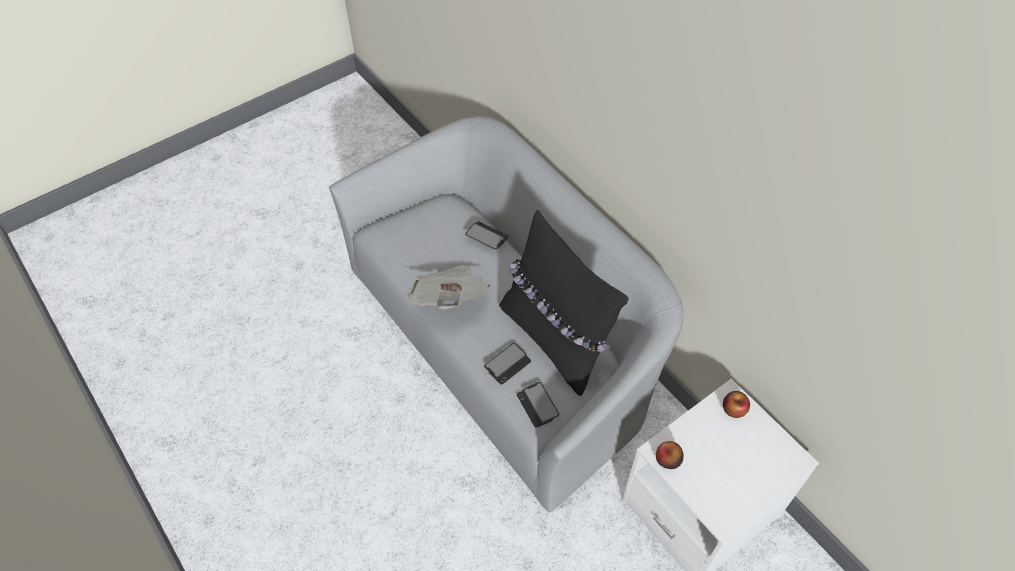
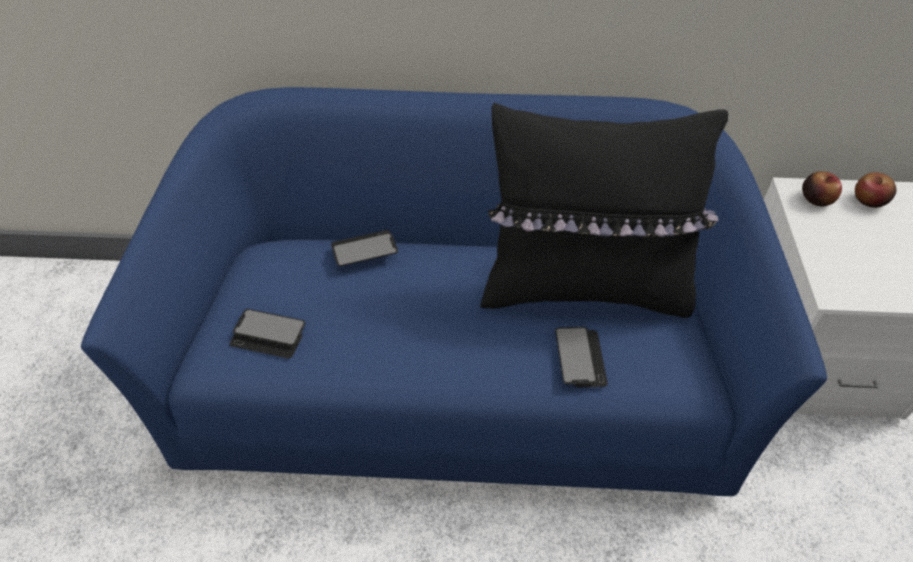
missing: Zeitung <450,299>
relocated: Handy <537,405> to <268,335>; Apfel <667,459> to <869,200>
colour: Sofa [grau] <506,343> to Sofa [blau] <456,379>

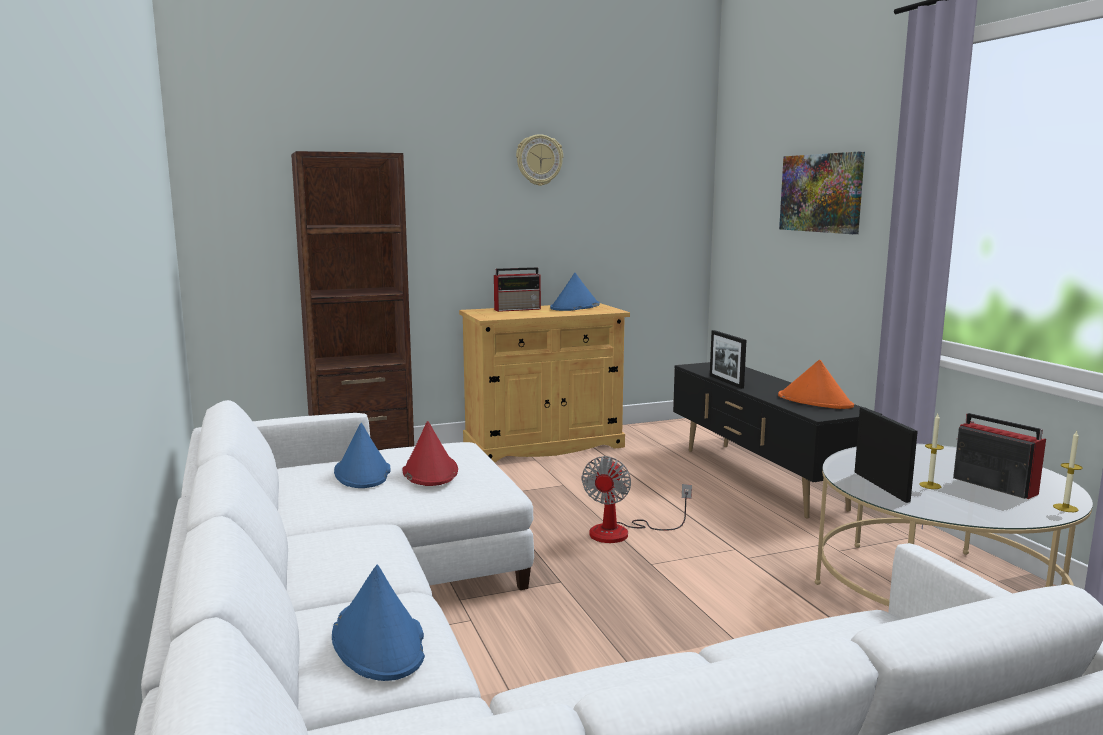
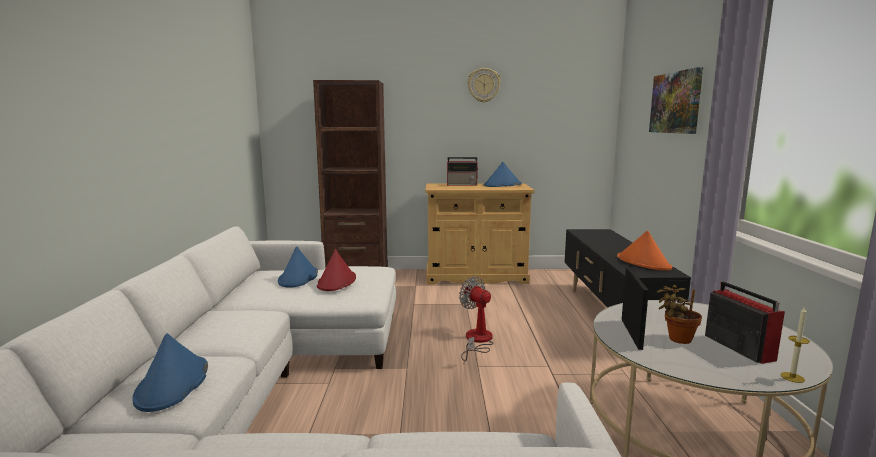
missing: Bilderrahmen <726,382>
exchanged: Kerze <930,485> to Topfpflanze <677,339>
spun: Ventilator <622,532> = <477,341> 105 degrees clockwise

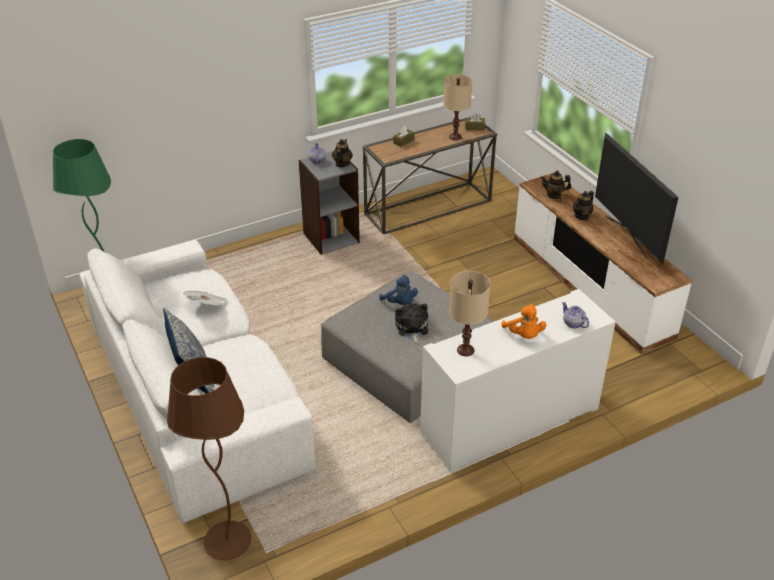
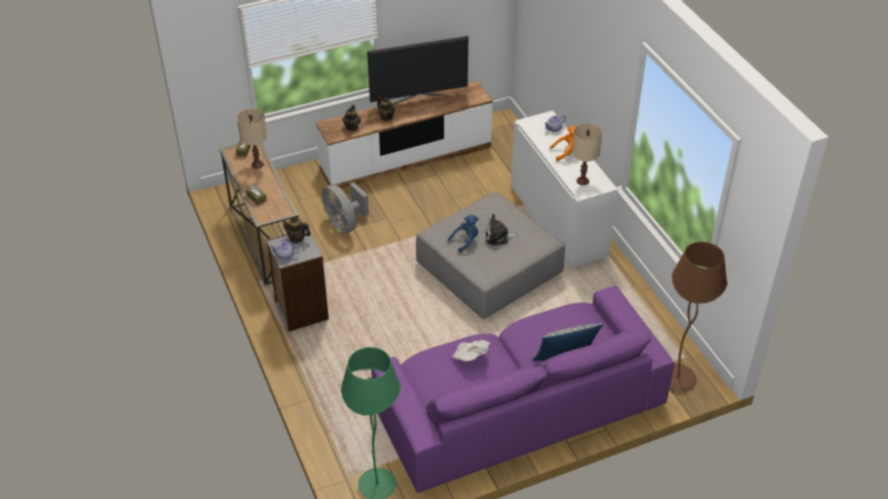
appeared: Ventilator [grau] <345,224>
colour: Sofa [weiß] <198,393> to Sofa [lila] <518,405>

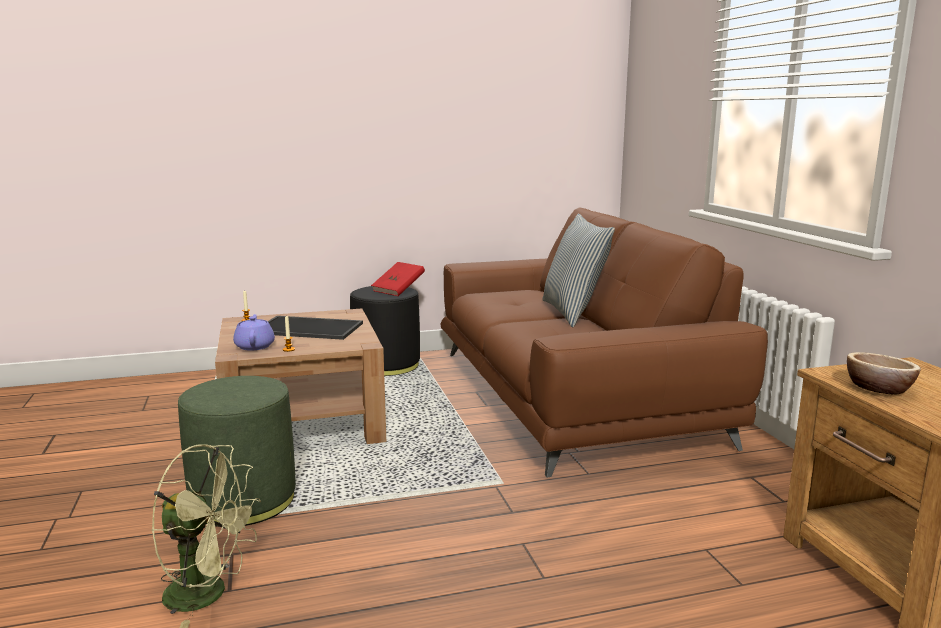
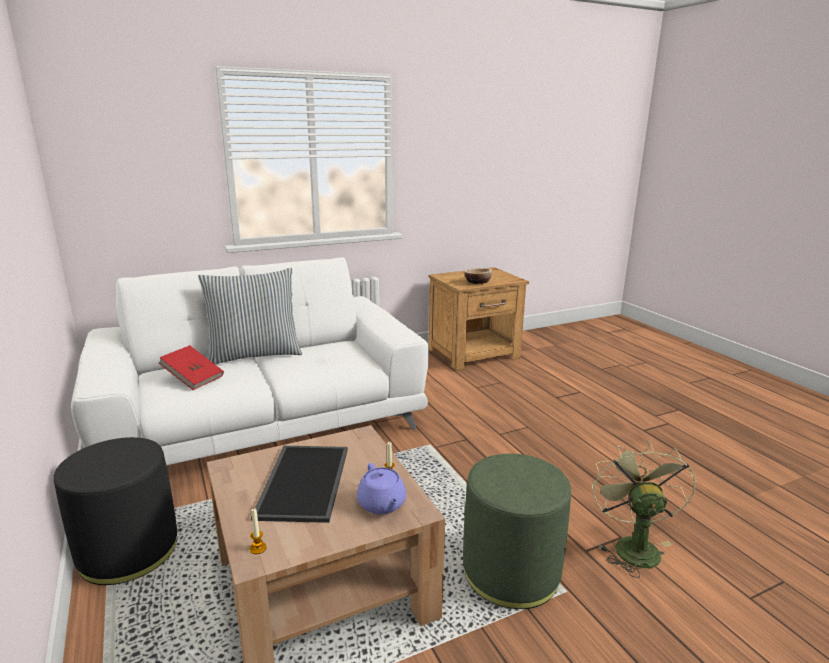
relocated: Buch [rot] <398,290> to <193,379>
colour: Sofa [braun] <572,395> to Sofa [weiß] <263,422>
spun: Teekanne [lila] <255,346> = <382,504> 90 degrees counterclockwise

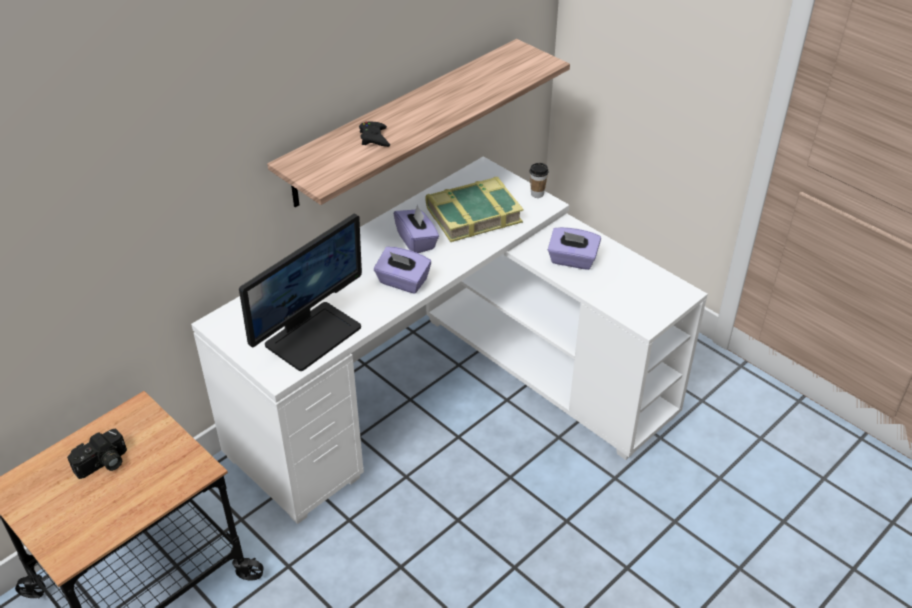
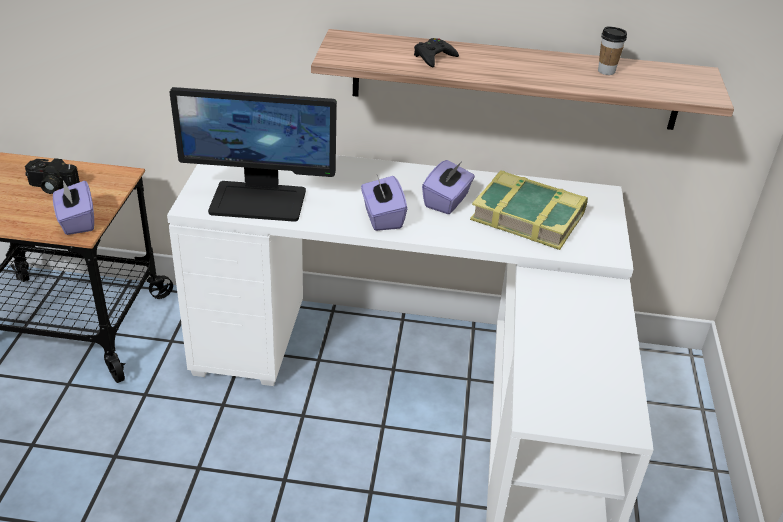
relocated: Taschentuchbox [lila] <572,260> to <76,221>; Tasse <537,194> to <606,71>

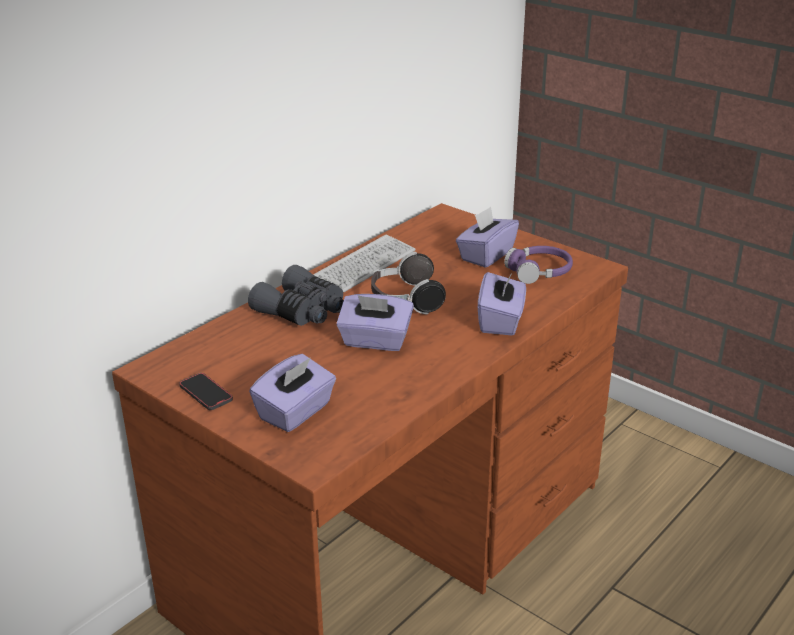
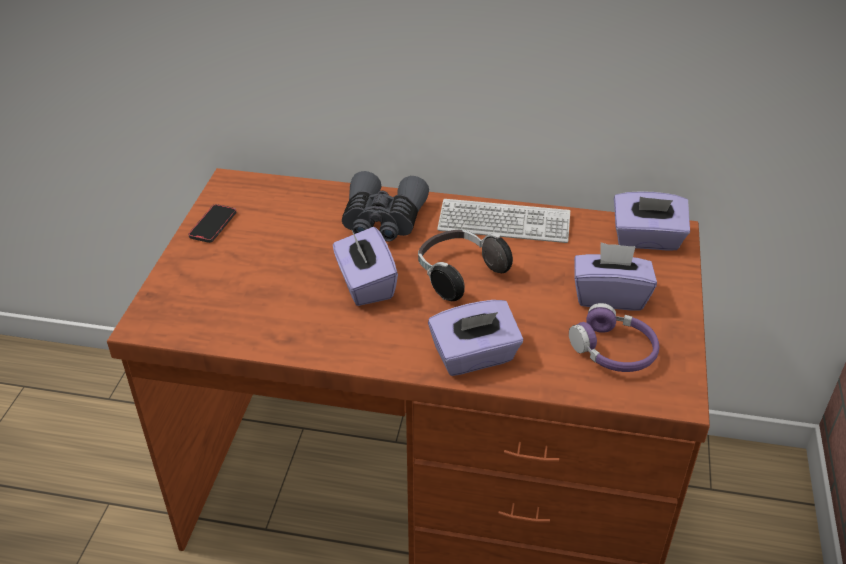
relocated: Taschentuchbox [lila] <296,412> to <646,239>

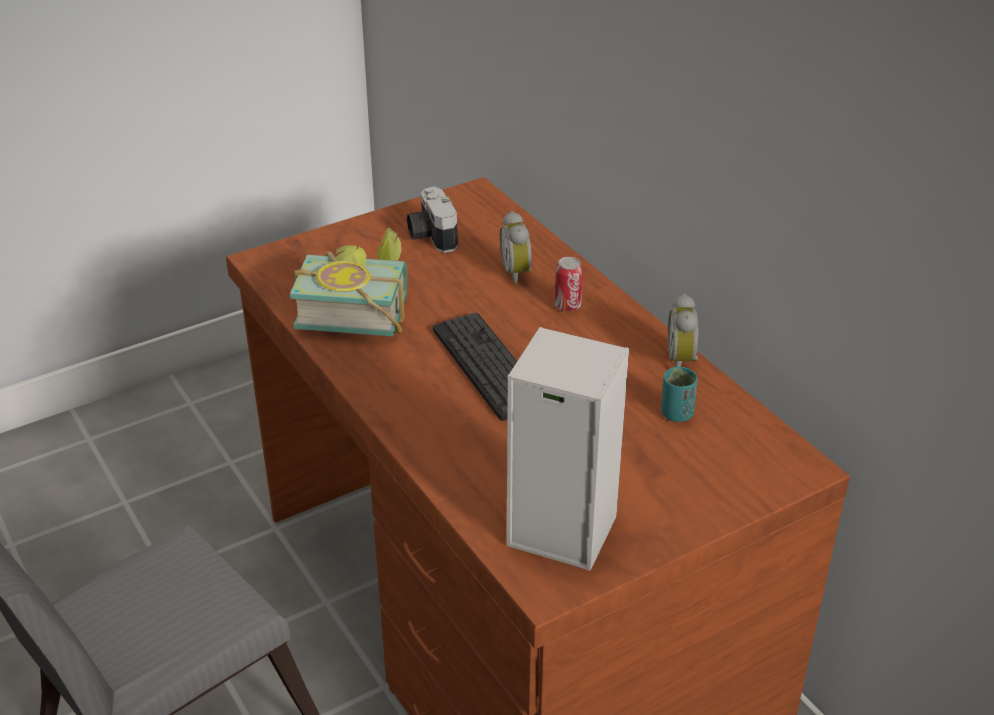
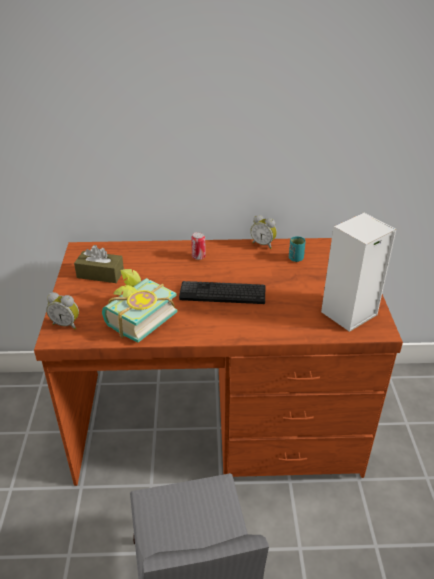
relocated: Wecker <518,273> to <66,324>
exchanged: Kamera <430,236> to Taschentuchbox [braun] <100,274>

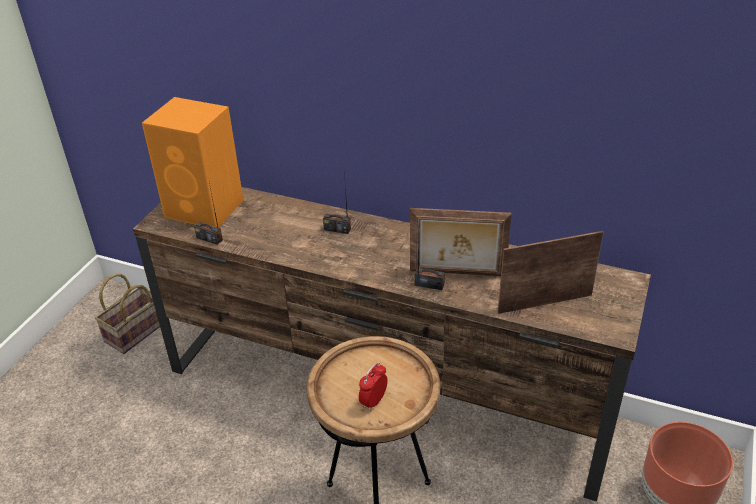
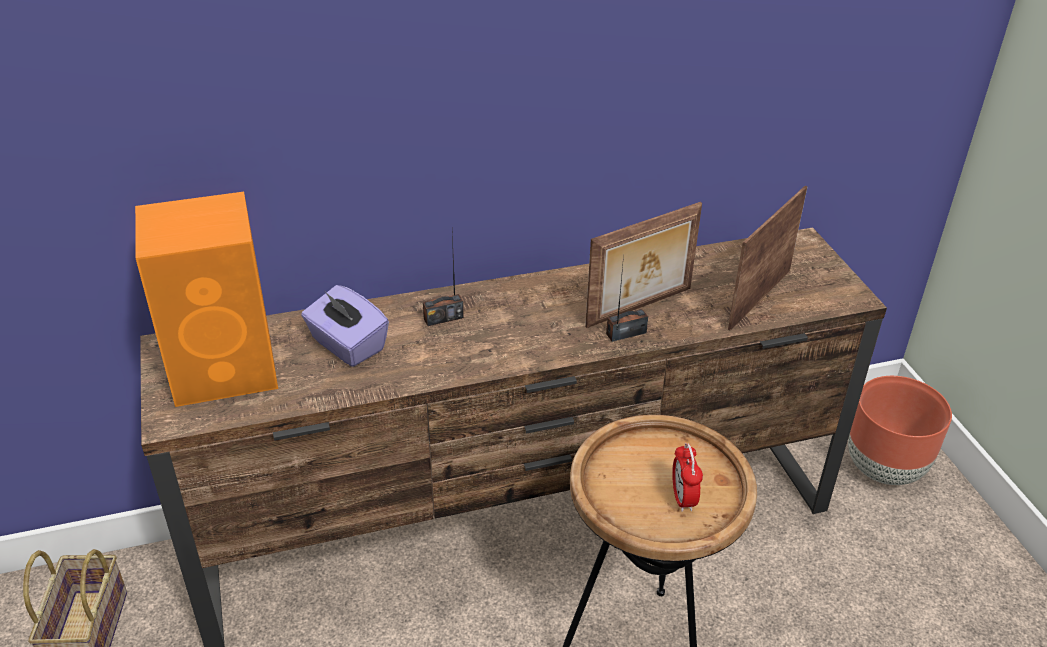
missing: Radio <209,238>
appeared: Taschentuchbox [lila] <347,345>

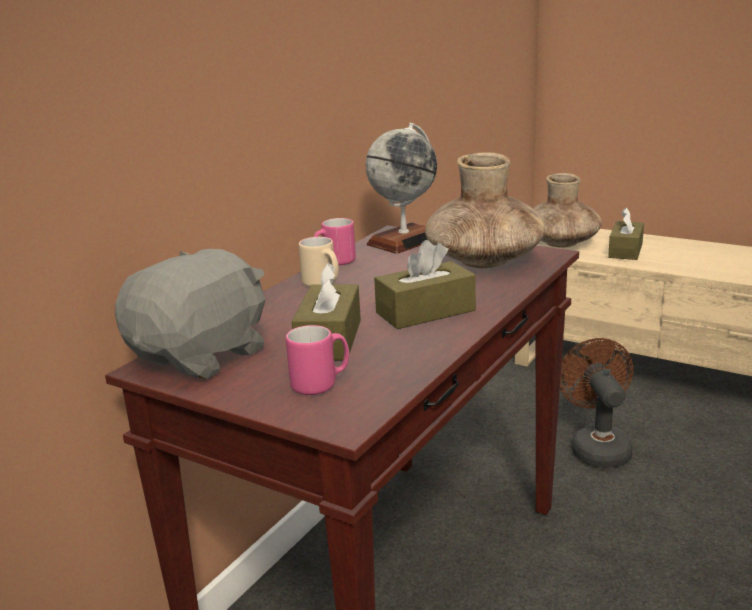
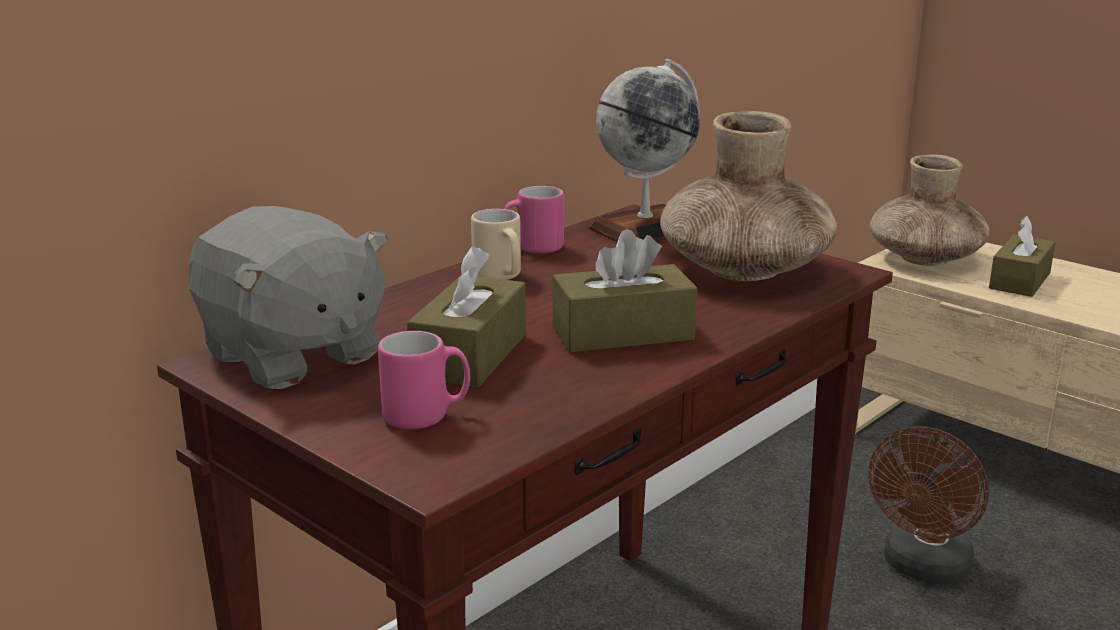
spun: Plüschtier [grau] <202,356> = <292,356> 90 degrees clockwise; Ventilator [braun] <597,447> = <923,568> 150 degrees counterclockwise

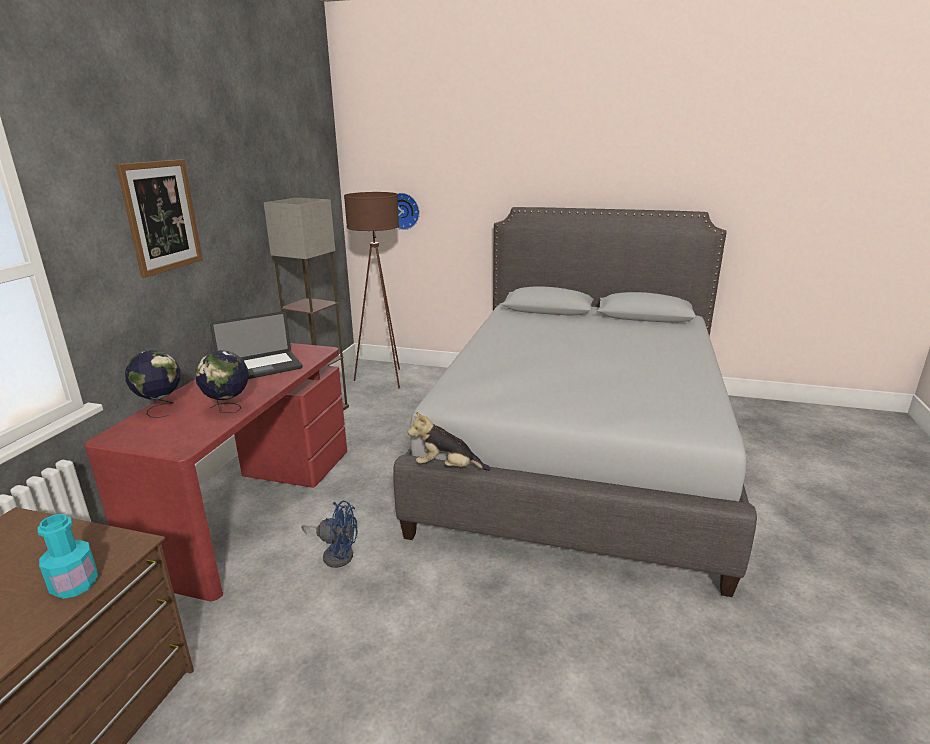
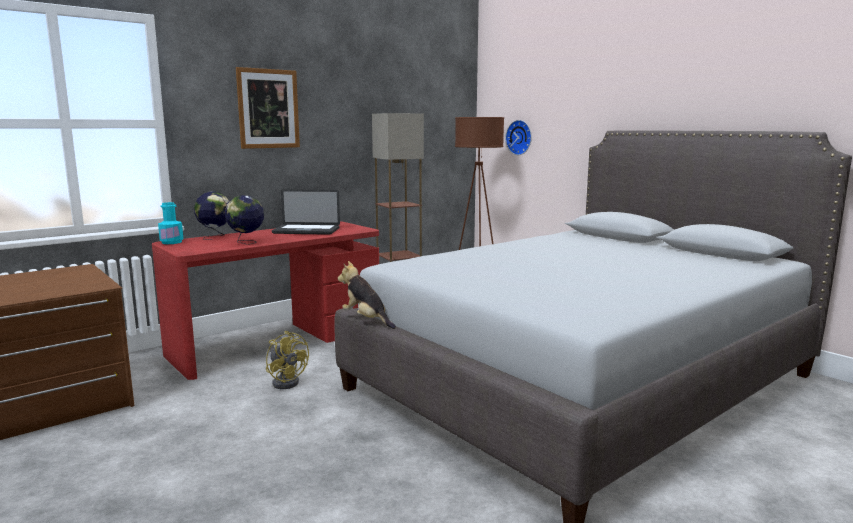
relocated: Flasche [türkis] <75,585> to <171,242>
colour: Ventilator [blau] <335,554> to Ventilator [gelb] <287,381>

